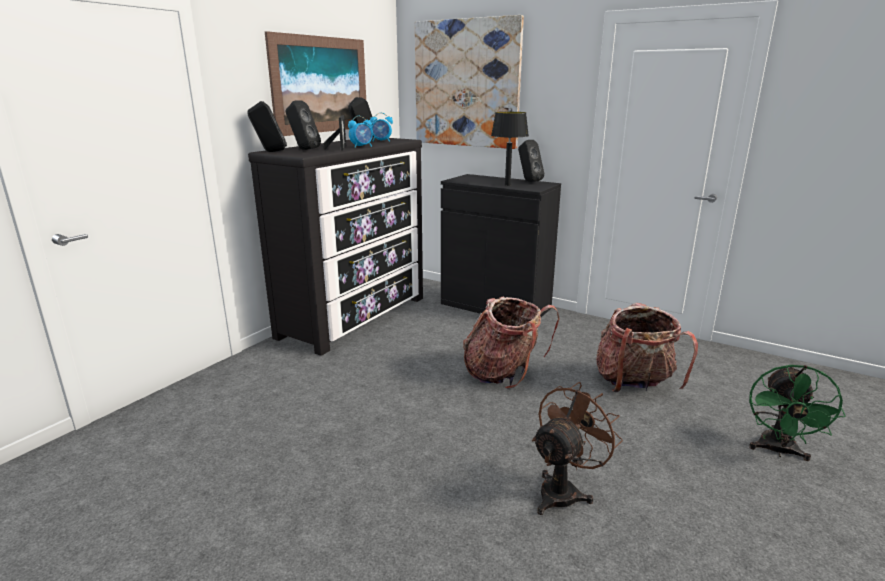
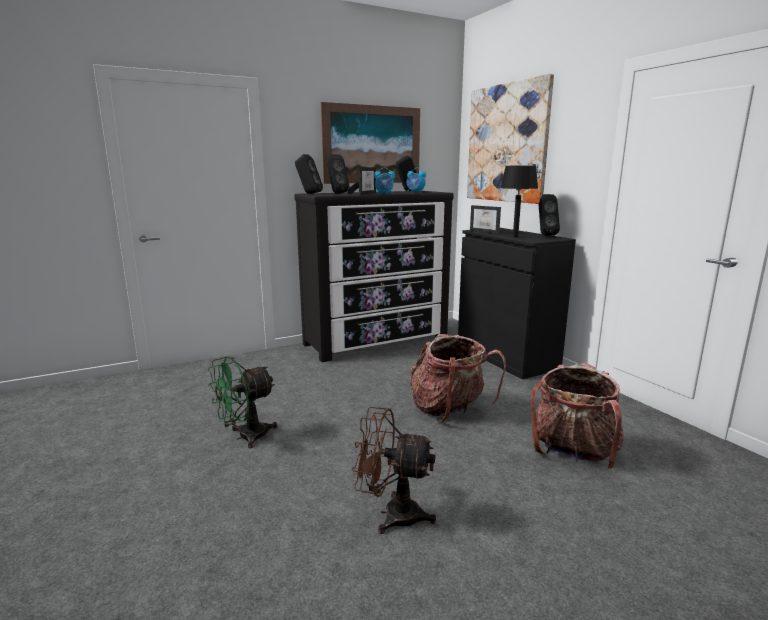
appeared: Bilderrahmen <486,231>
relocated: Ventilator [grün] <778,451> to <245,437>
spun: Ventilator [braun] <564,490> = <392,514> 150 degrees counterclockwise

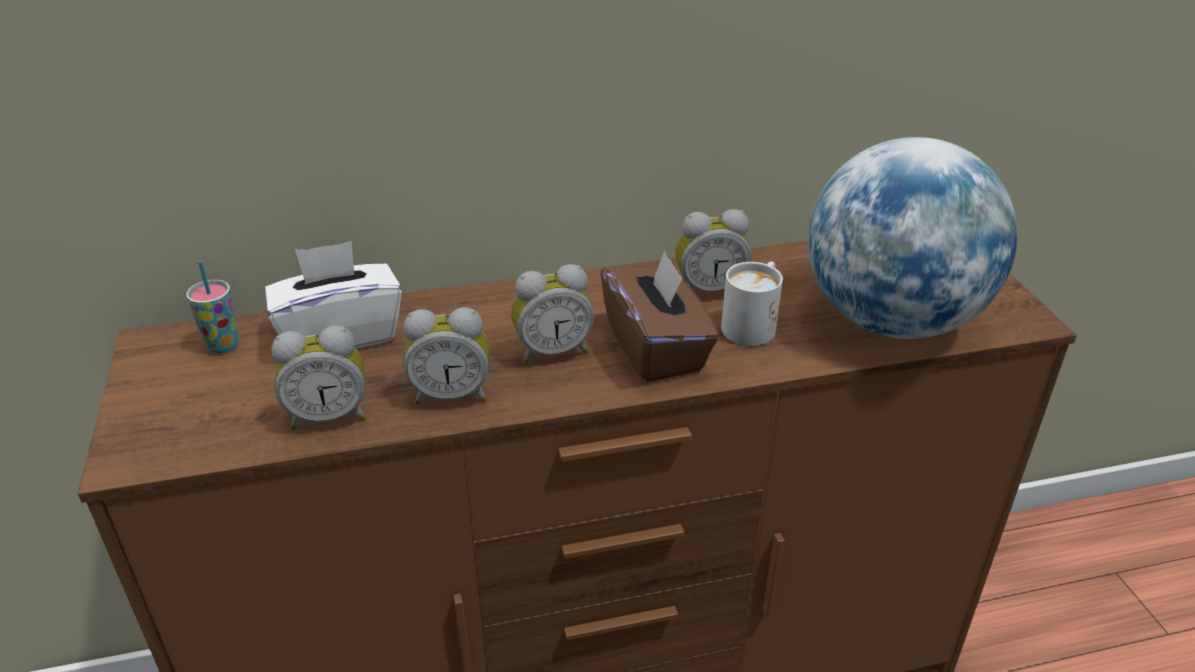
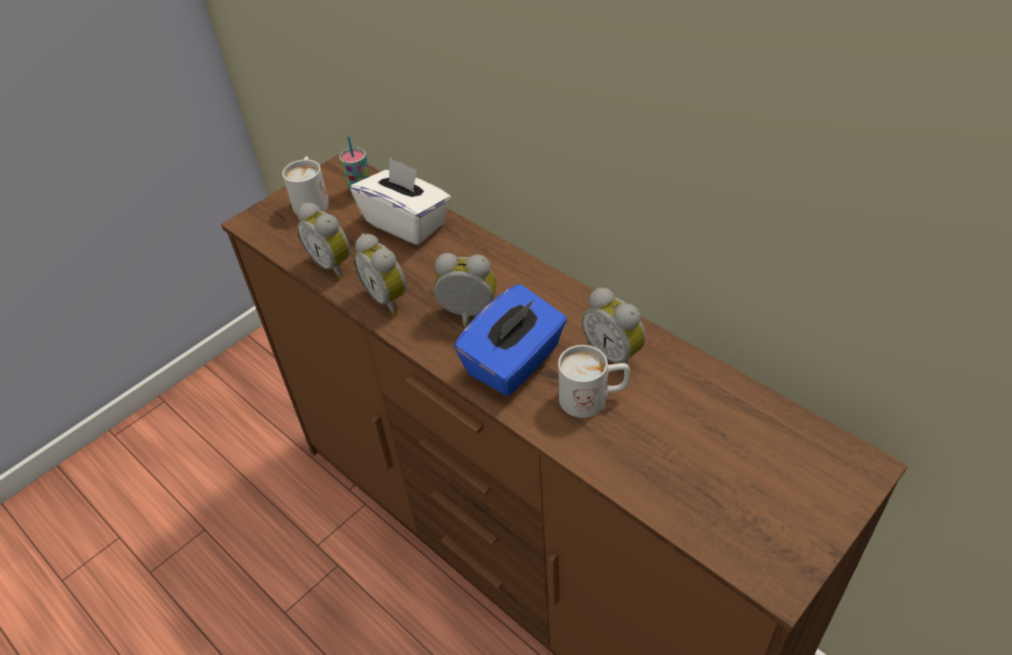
missing: Globus <892,321>
appeared: Henkelbecher [weiß] <312,200>
colour: Taschentuchbox [braun] <656,349> to Taschentuchbox [blau] <514,363>
spun: Wecker <552,351> = <467,316> 150 degrees clockwise

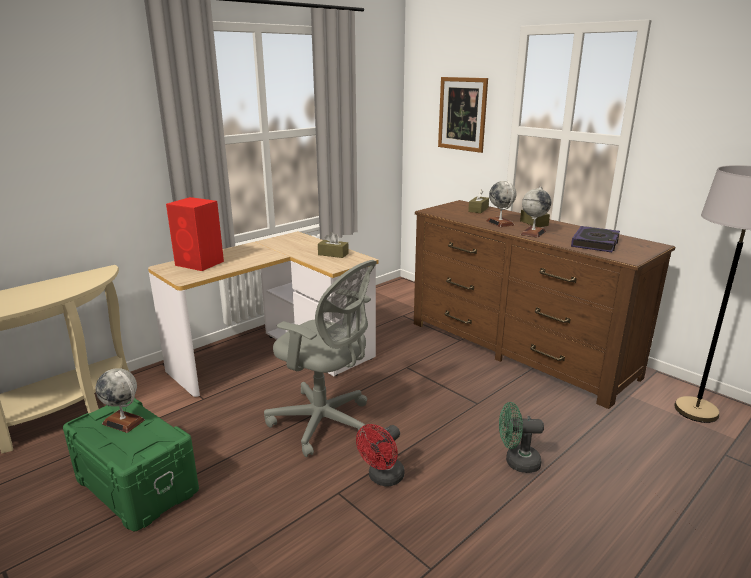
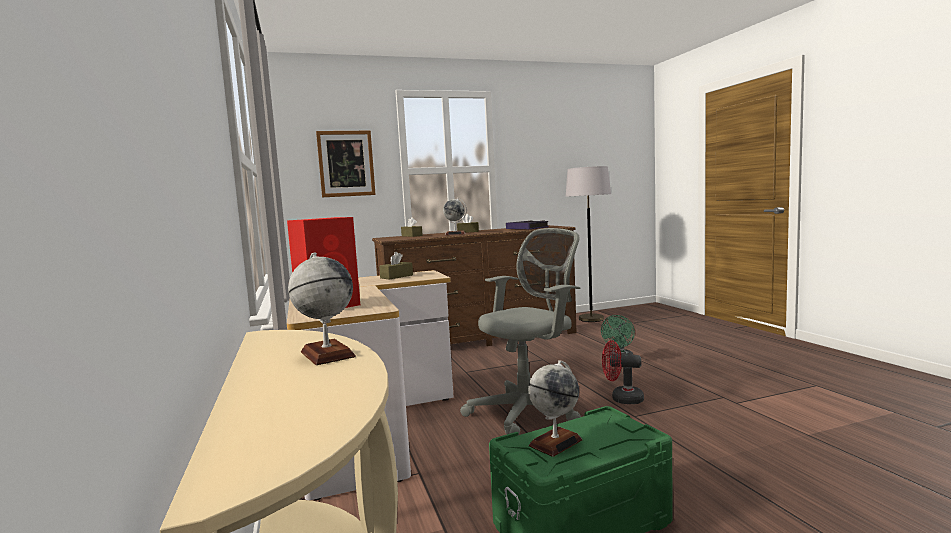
relocated: Globus <533,233> to <327,354>
spun: Ventilator [rot] <382,478> = <622,399> 135 degrees clockwise

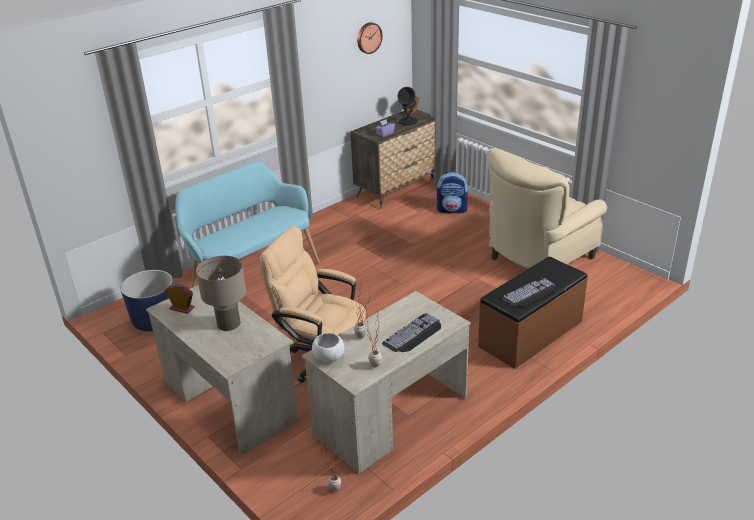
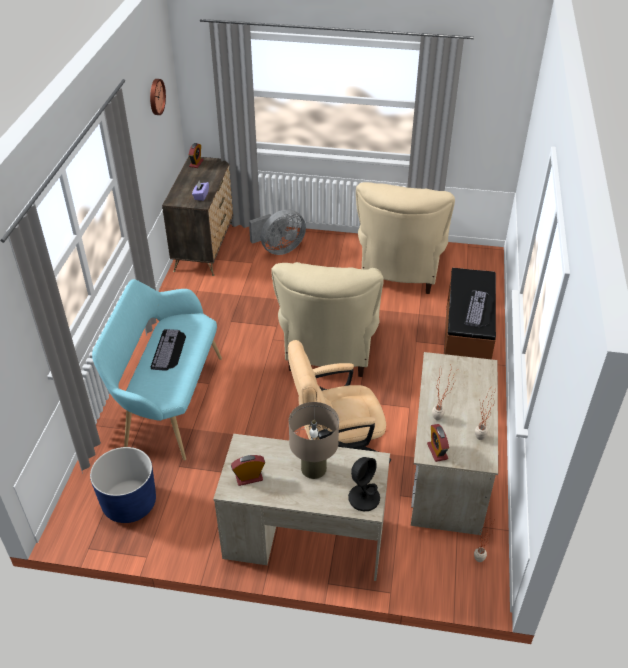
appeared: Sessel [beige] <329,348>
relocated: Tastatur <414,334> to <169,350>; Tischlampe [schwarz] <408,121> to <364,498>
exchanged: Rucksack <452,210> to Ventilator [grau] <279,249>; Schüssel [weiß] <328,357> to Wecker <437,451>

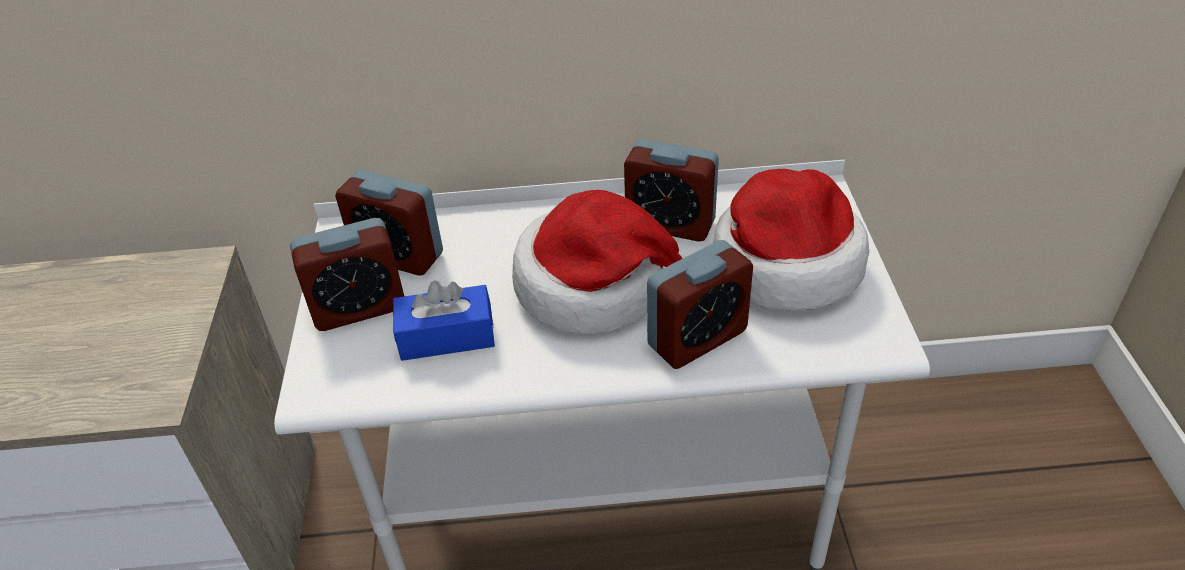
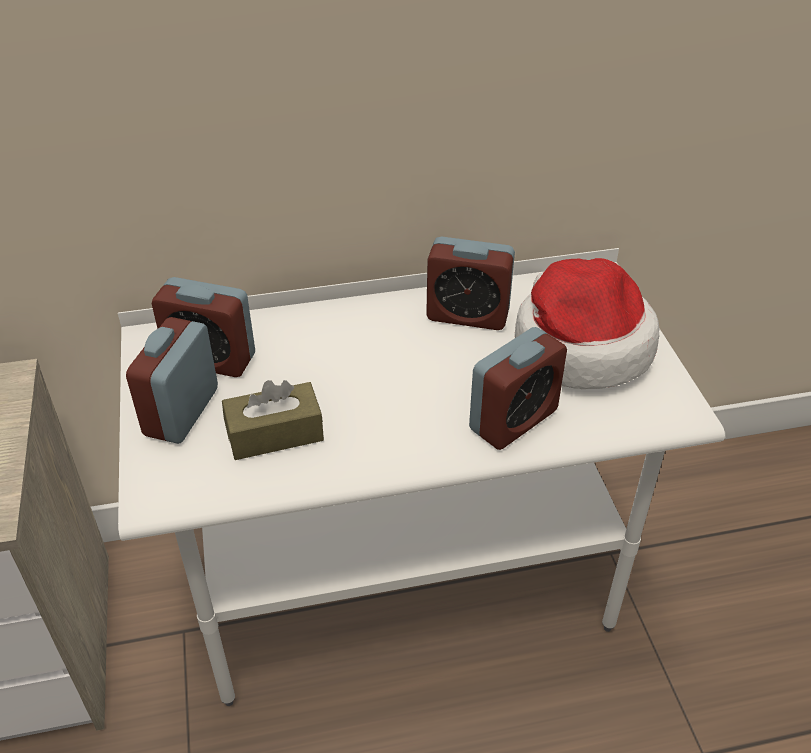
missing: Hut <596,286>
colour: Taschentuchbox [blau] <446,336> to Taschentuchbox [braun] <275,434>
spun: Wecker <359,308> = <182,412> 135 degrees clockwise

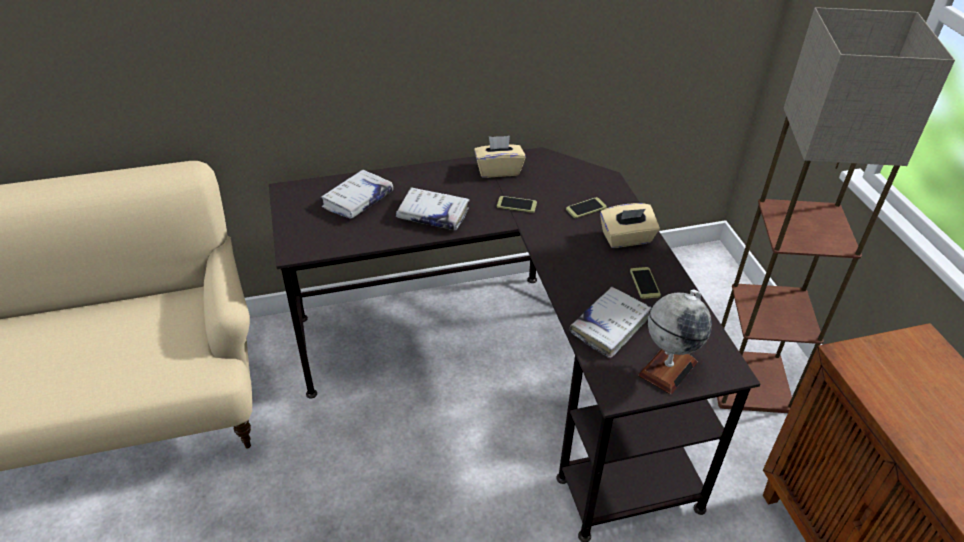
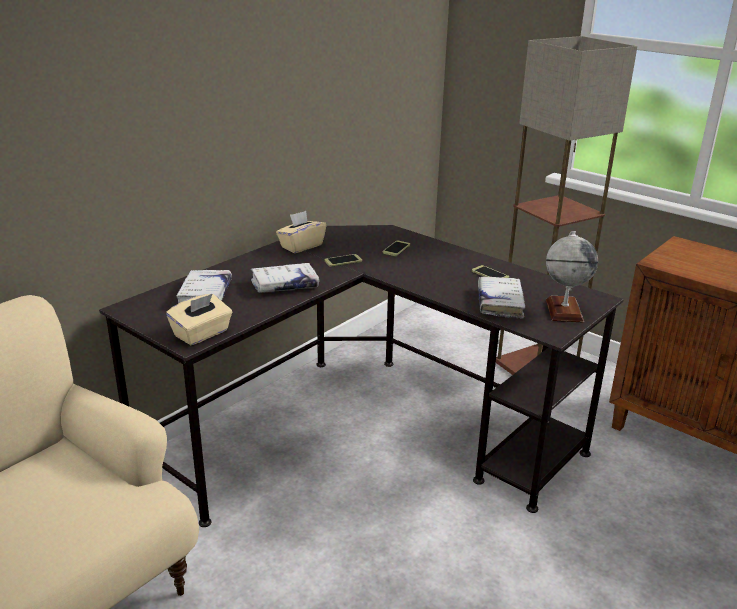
relocated: Taschentuchbox [beige] <627,238> to <202,334>

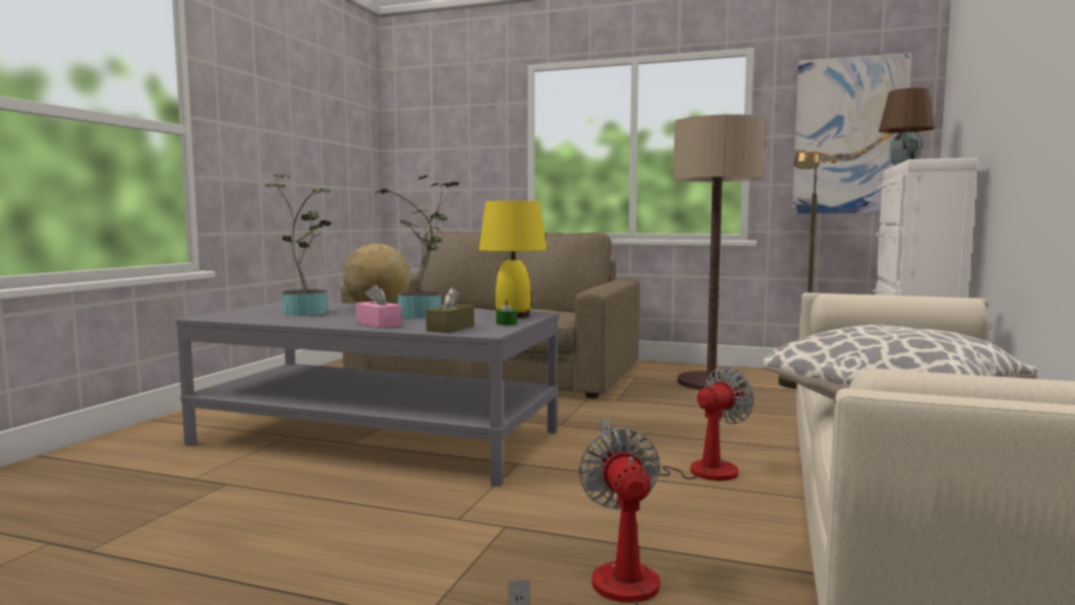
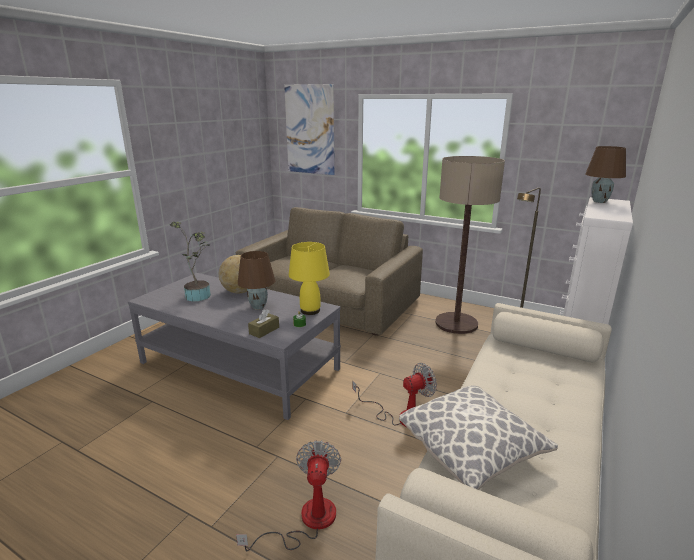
missing: Taschentuchbox [rosa] <378,324>
relocated: Bild <849,136> to <310,130>
exchanged: Topfpflanze <422,316> to Tischlampe [braun] <259,306>

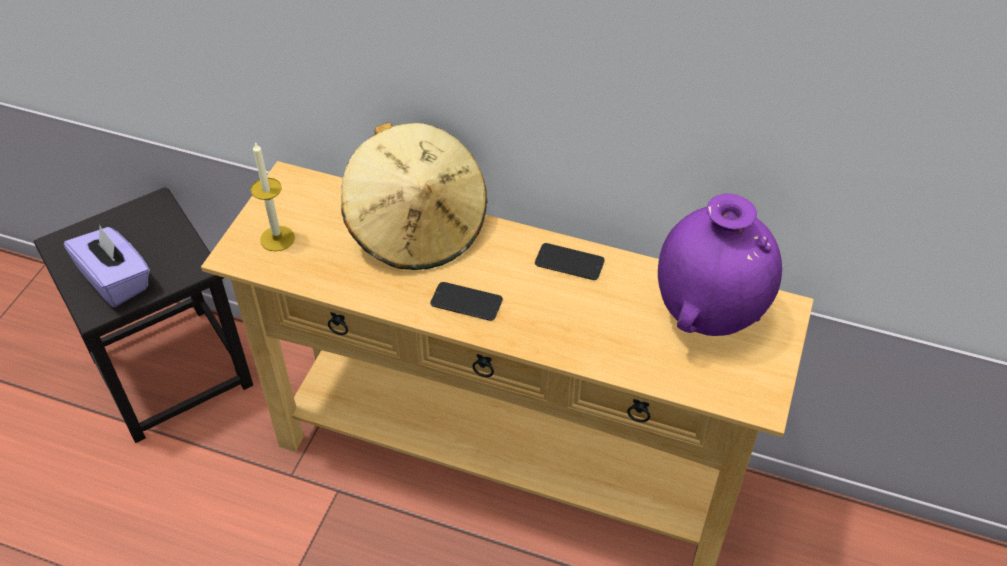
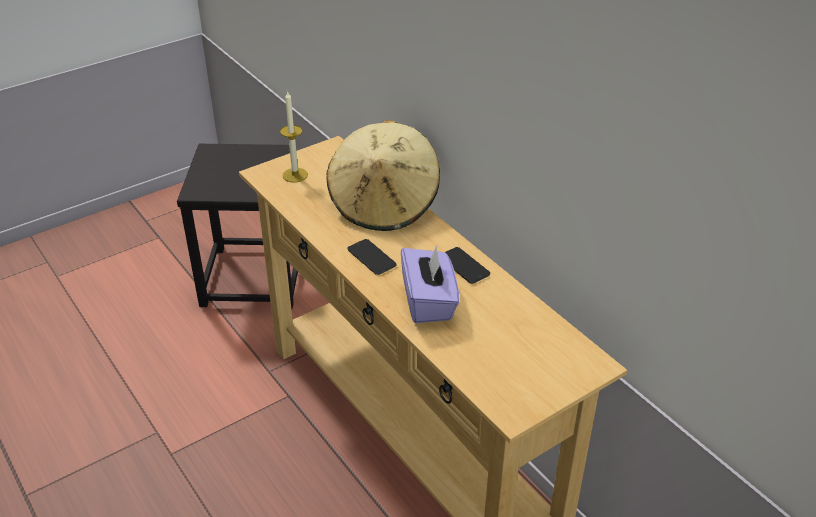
missing: Vase [lila] <709,313>
relocated: Taschentuchbox [lila] <116,280> to <429,302>

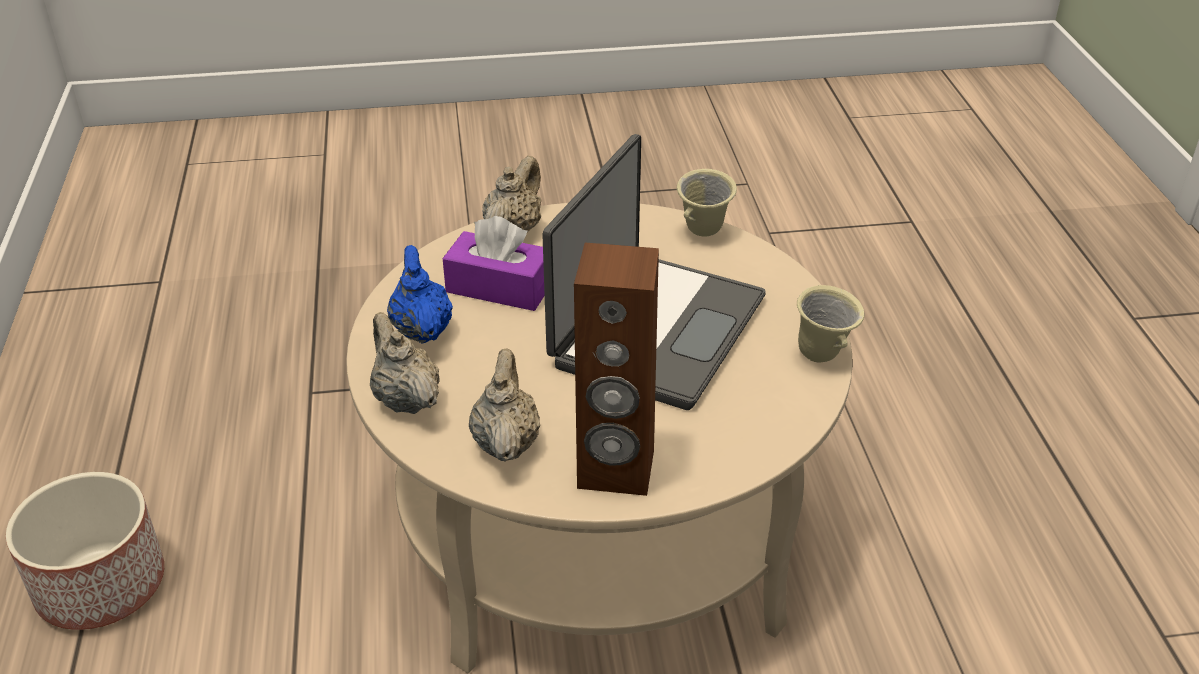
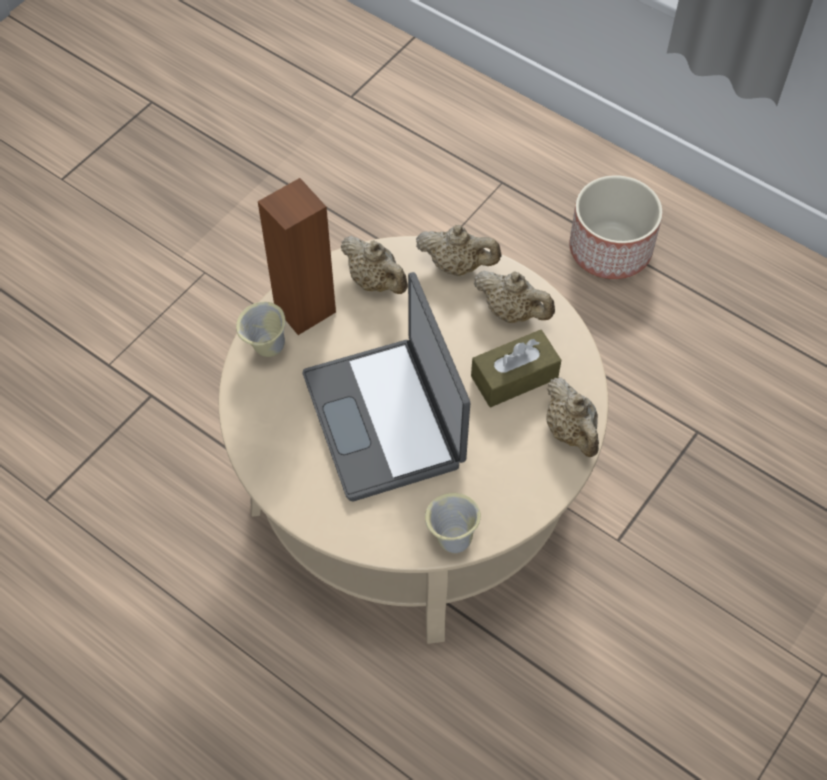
relocated: Henkelbecher [beige] <823,356> to <265,349>
colour: Taschentuchbox [lila] <499,287> to Taschentuchbox [braun] <514,377>; Teekanne [blau] <421,329> to Teekanne [beige] <512,312>

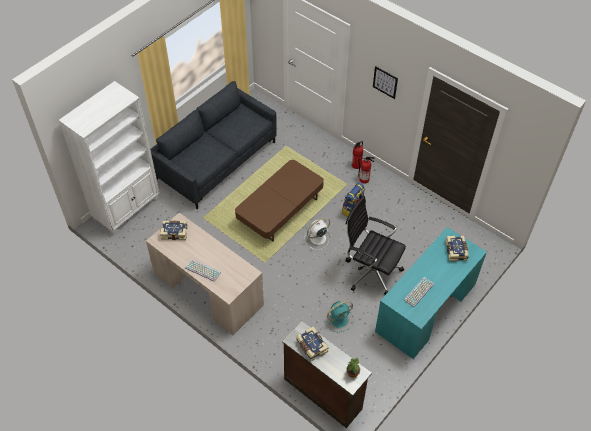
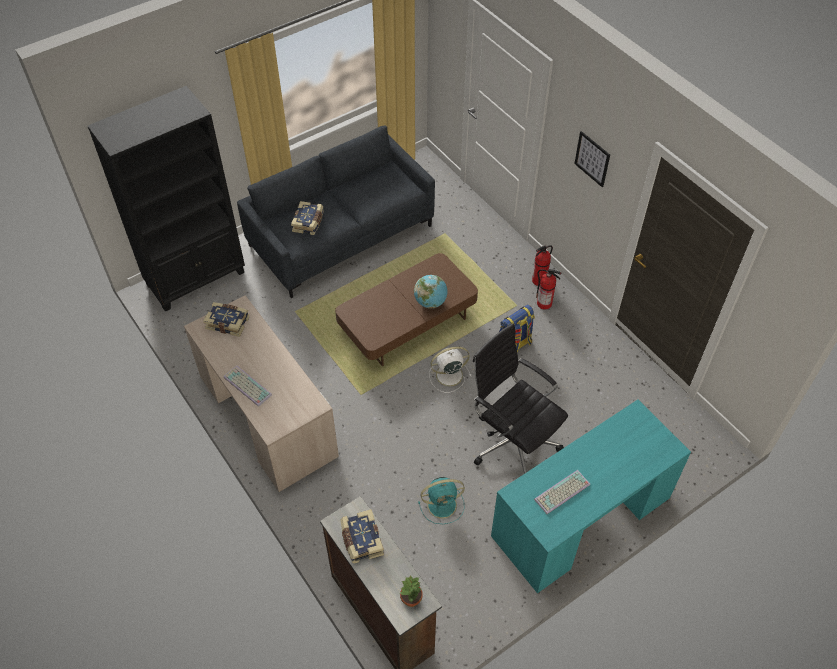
appeared: Globus <430,302>
relocated: Buch <456,251> to <309,222>
colour: Bücherregal [weiß] <127,209> to Bücherregal [schwarz] <196,278>

